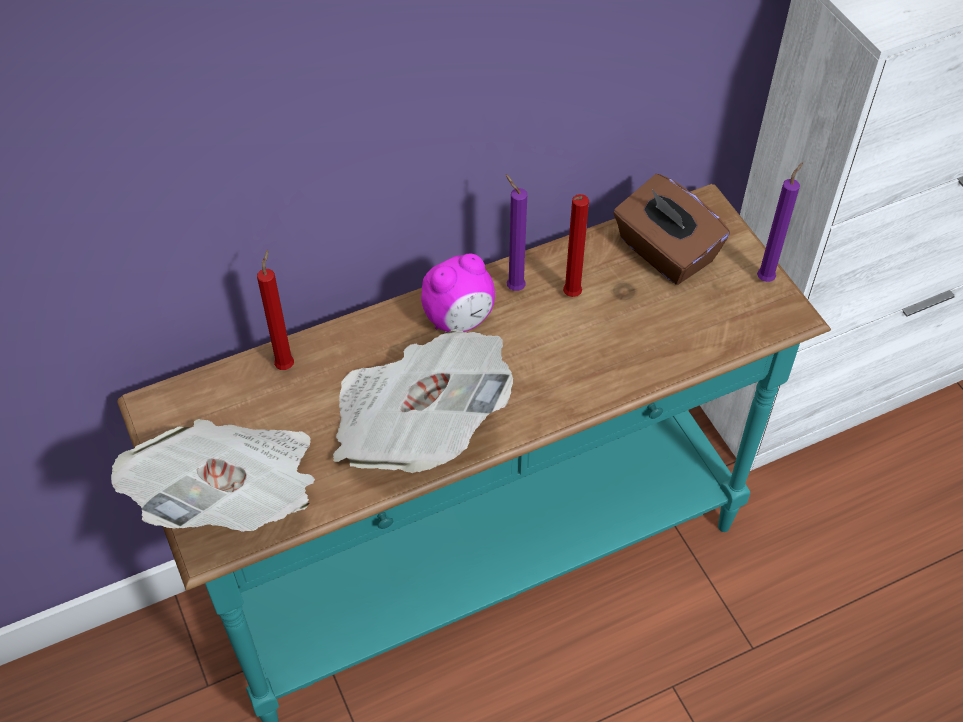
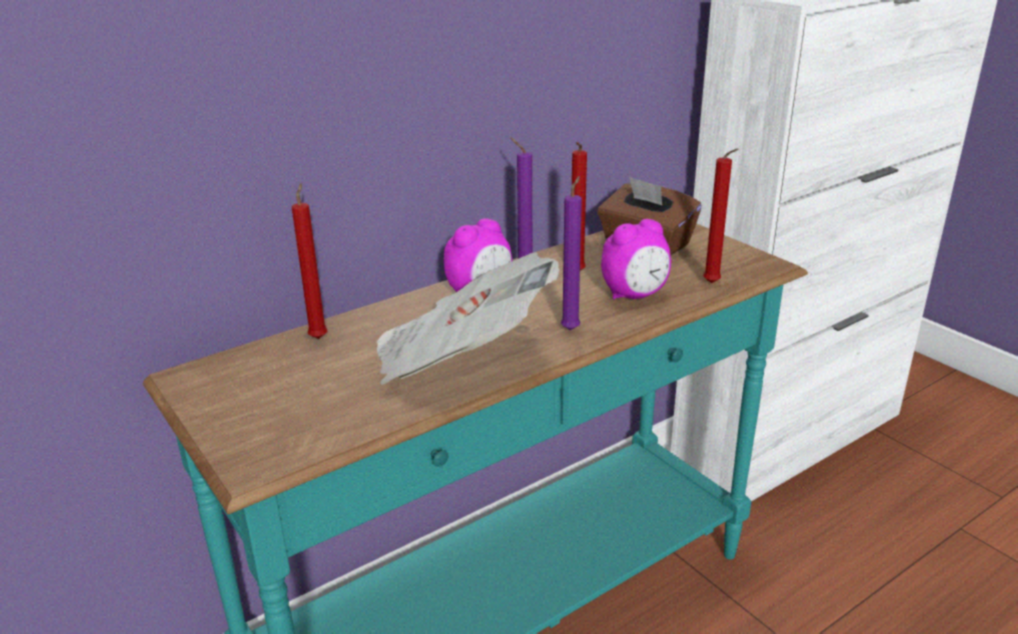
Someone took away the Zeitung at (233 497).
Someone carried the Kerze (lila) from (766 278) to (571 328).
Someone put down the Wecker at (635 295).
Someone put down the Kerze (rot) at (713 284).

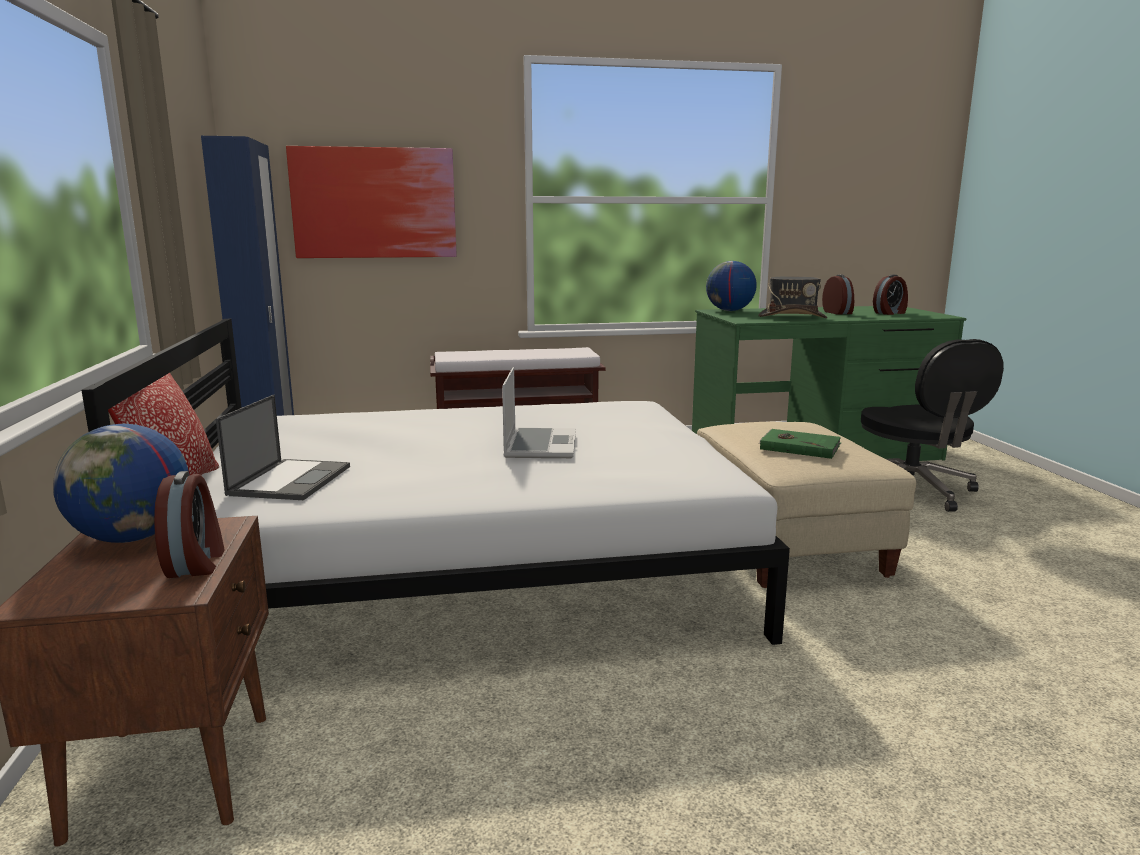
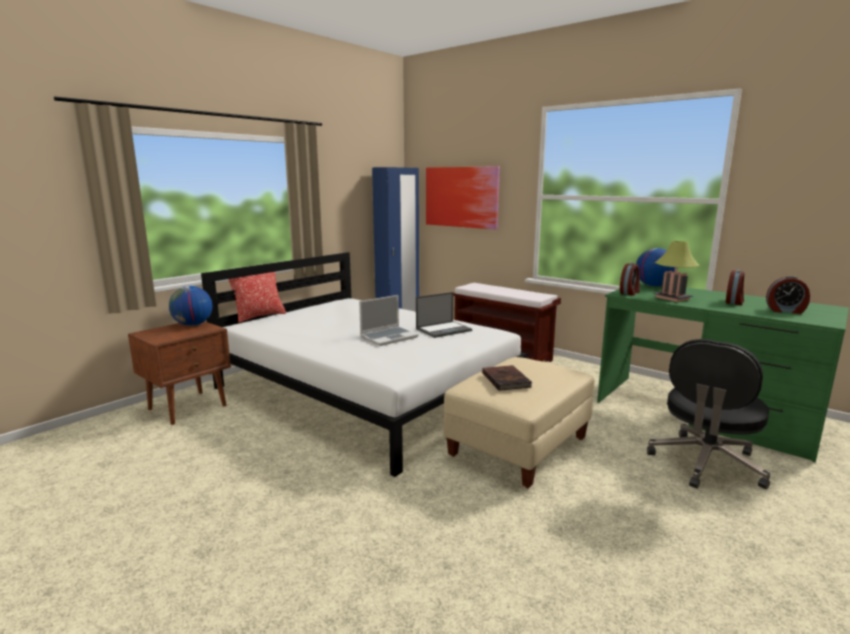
Someone carried the Wecker from (196 563) to (630 293).
Someone carried the Laptop from (290 480) to (444 329).
Someone swapped the Hut (grau) at (792 317) for the Tischlampe at (672 298).
Someone repainted the Buch (grün) at (799 447), which became the Buch (braun) at (506 380).

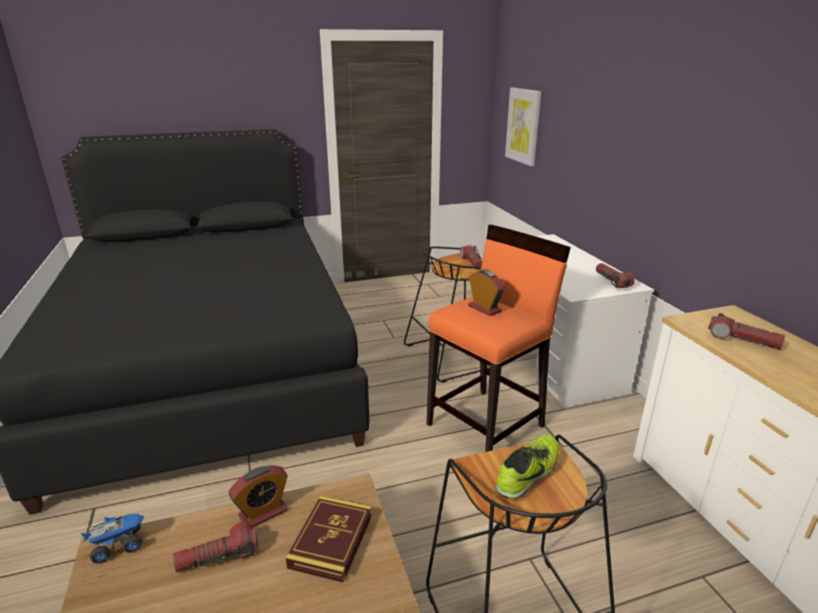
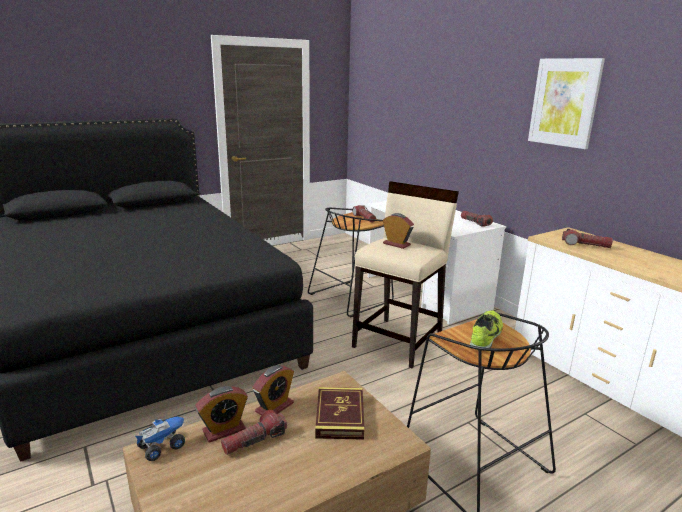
Someone repainted the Hocker (orange) at (487 425), which became the Hocker (beige) at (398 342).
Someone carried the Bild from (523 126) to (564 102).
Someone put down the Wecker at (224 430).

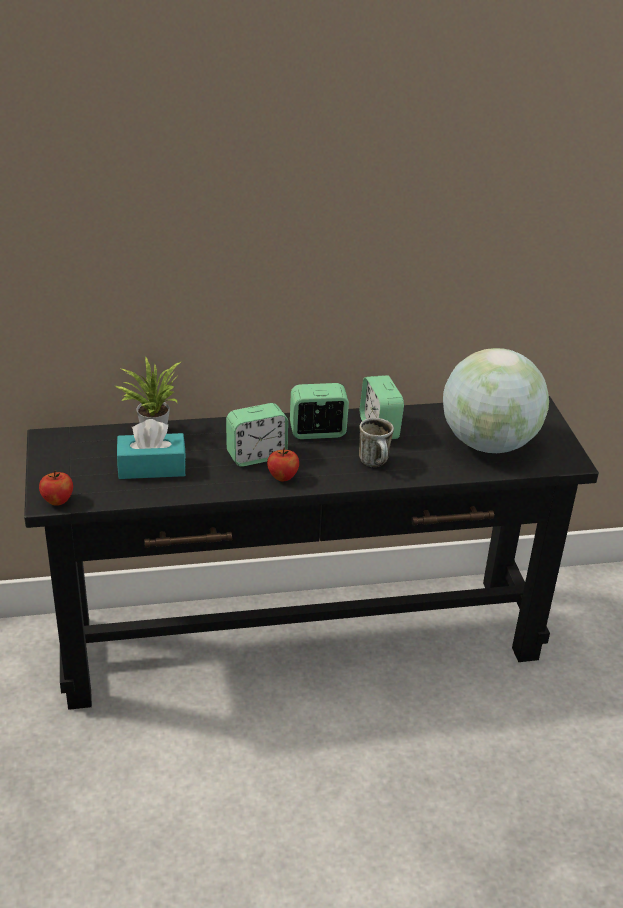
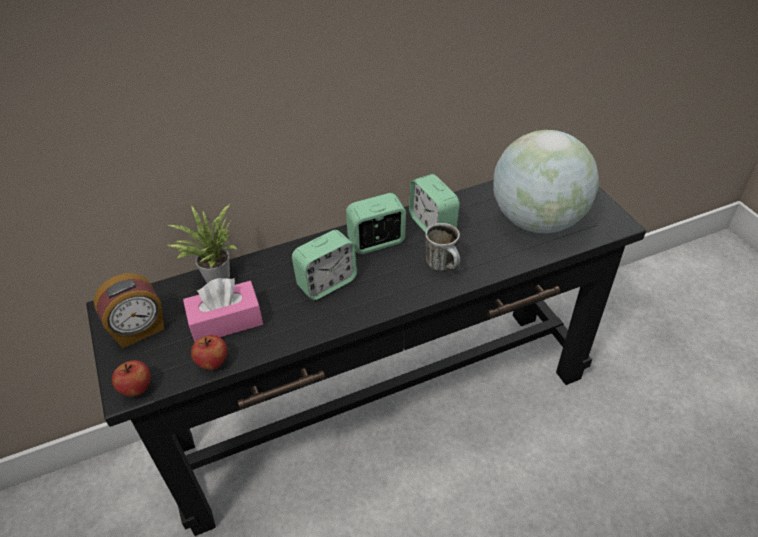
Someone repainted the Taschentuchbox (türkis) at (151 467), which became the Taschentuchbox (rosa) at (226 321).
Someone carried the Apfel from (282 477) to (213 362).
Someone put down the Wecker at (139 330).

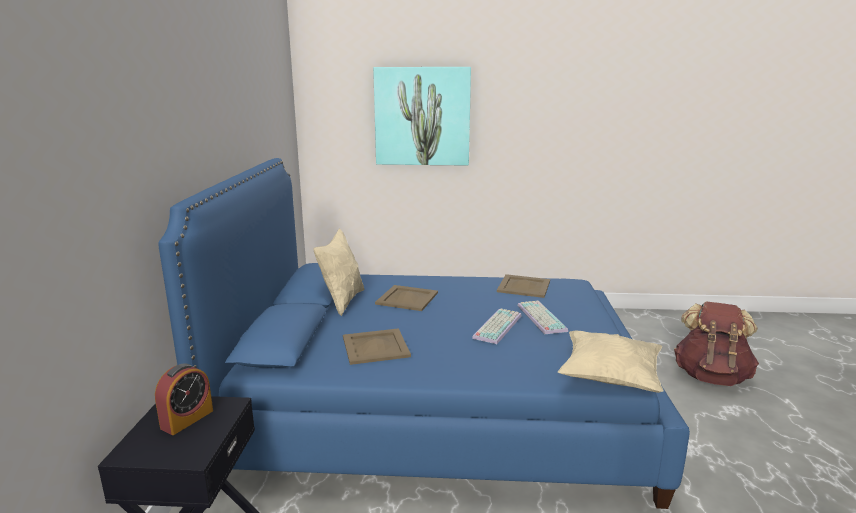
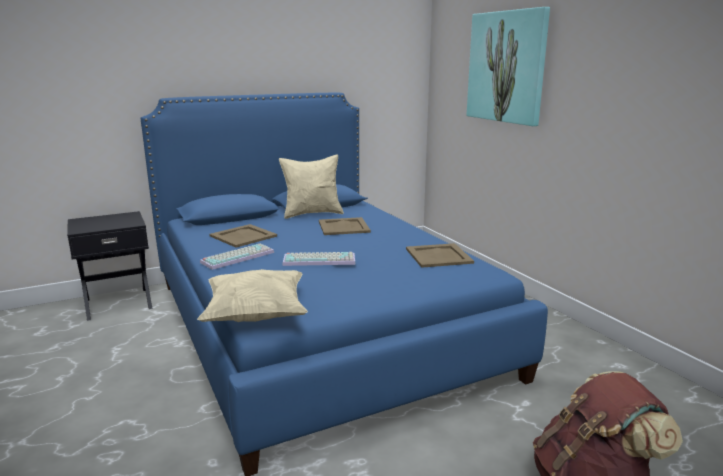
Someone took away the Wecker at (187 419).
Someone carried the Tastatur from (539 317) to (238 257).

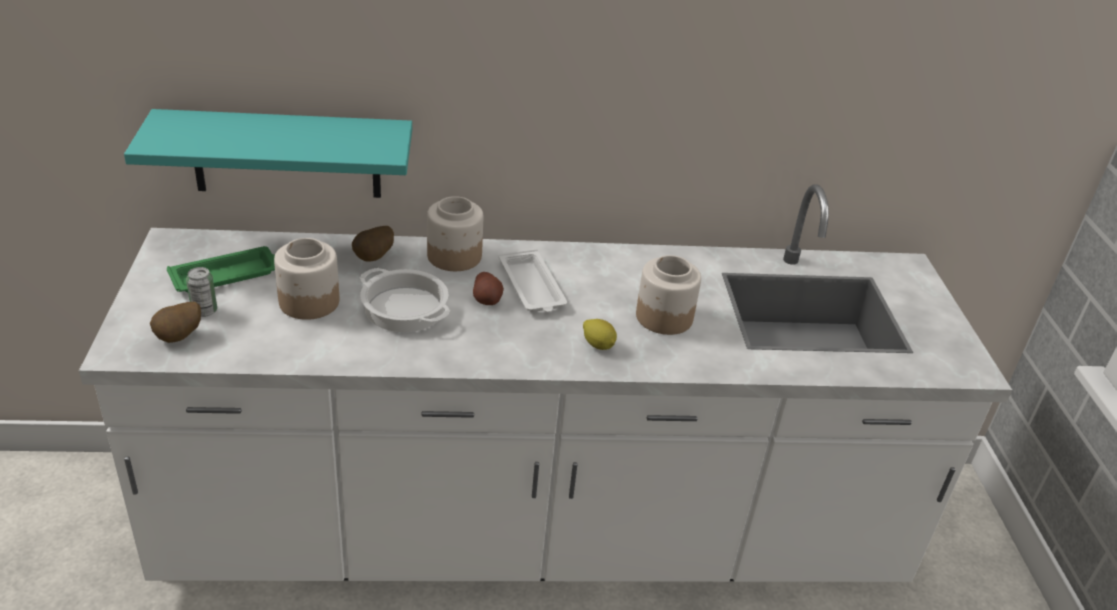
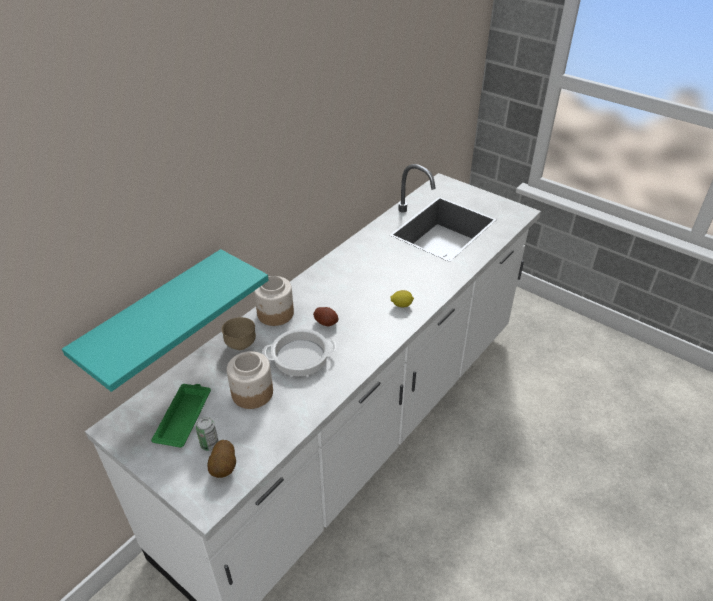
Someone swapped the Kartoffel at (374 258) for the Schüssel (braun) at (241 345).
Someone took away the Tablett (weiß) at (532 287).
Someone took away the Vorratsglas at (663 317).

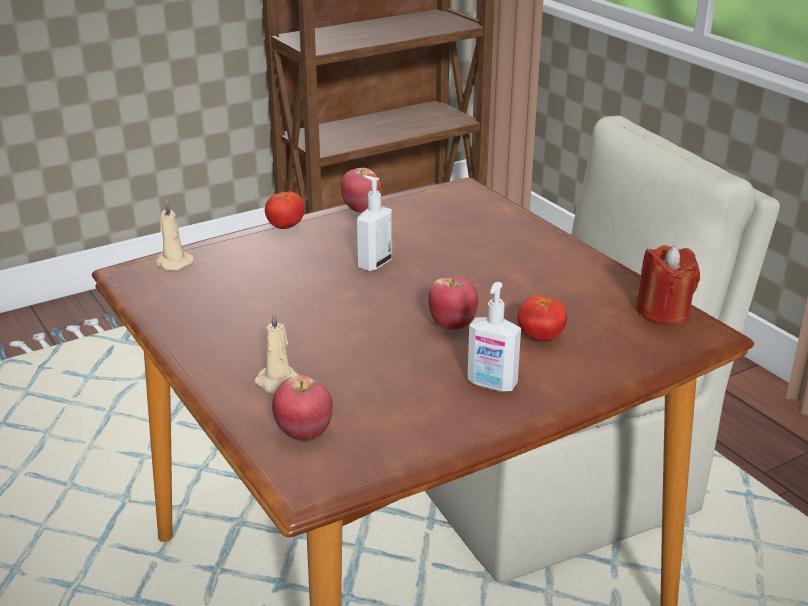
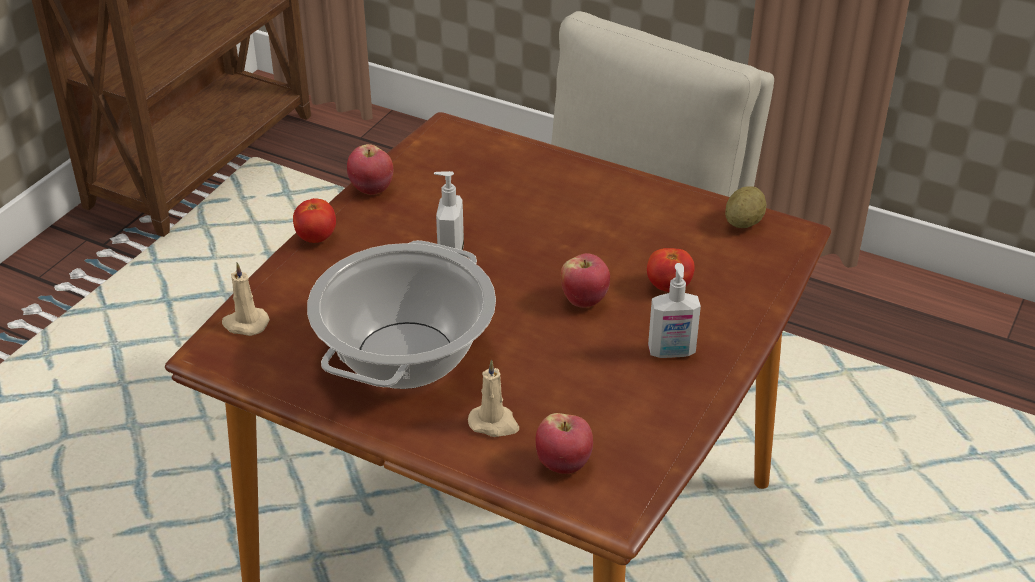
Someone swapped the Kerze (rot) at (663 312) for the Kartoffel at (743 222).
Someone put down the Kochtopf at (405 356).

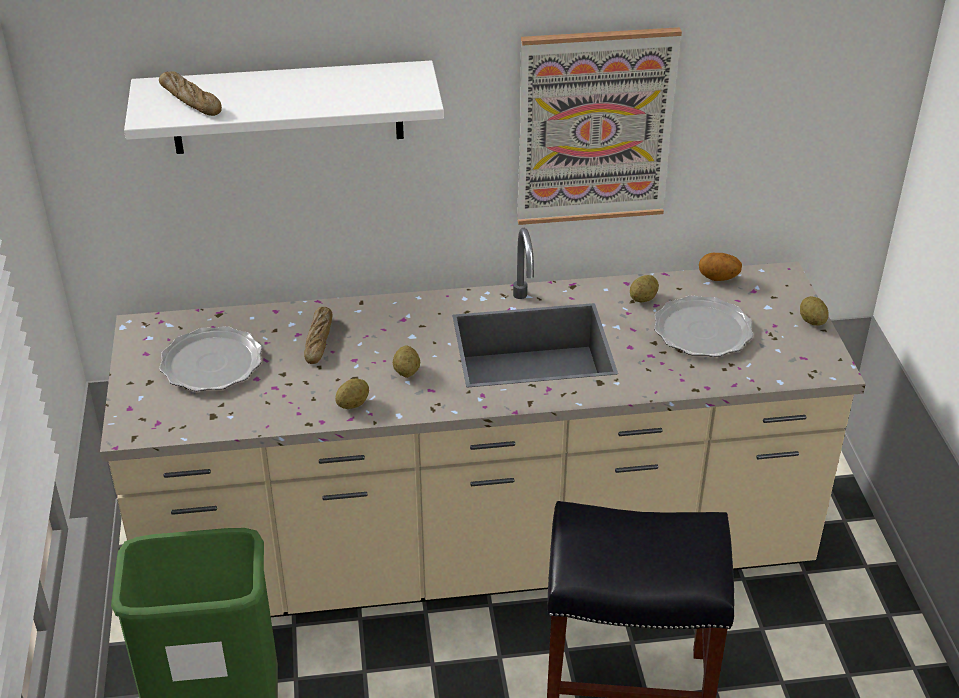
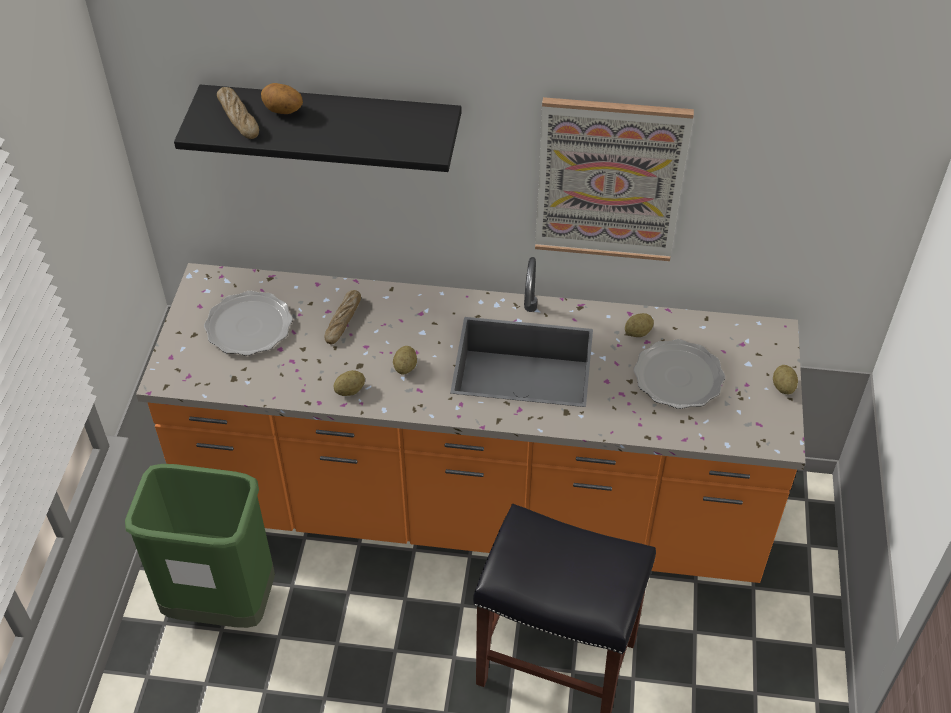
Someone repainted the Küchenzeile (beige) at (479 555), which became the Küchenzeile (orange) at (475 507).
Someone repainted the Wandregal (weiß) at (287 107), which became the Wandregal (schwarz) at (332 125).
Someone carried the Kartoffel from (718 279) to (283 111).

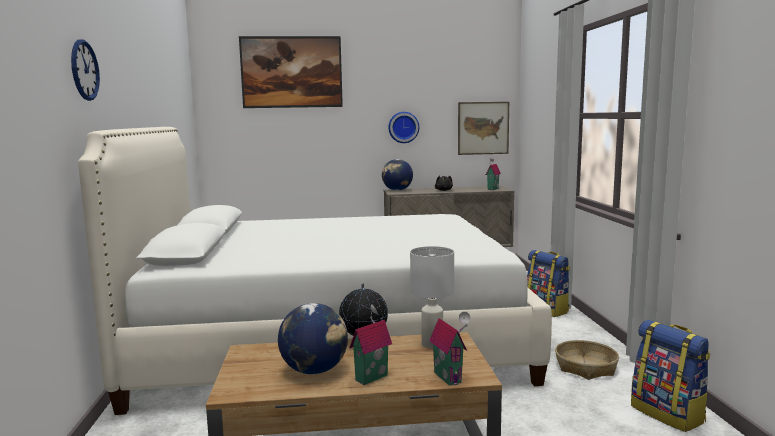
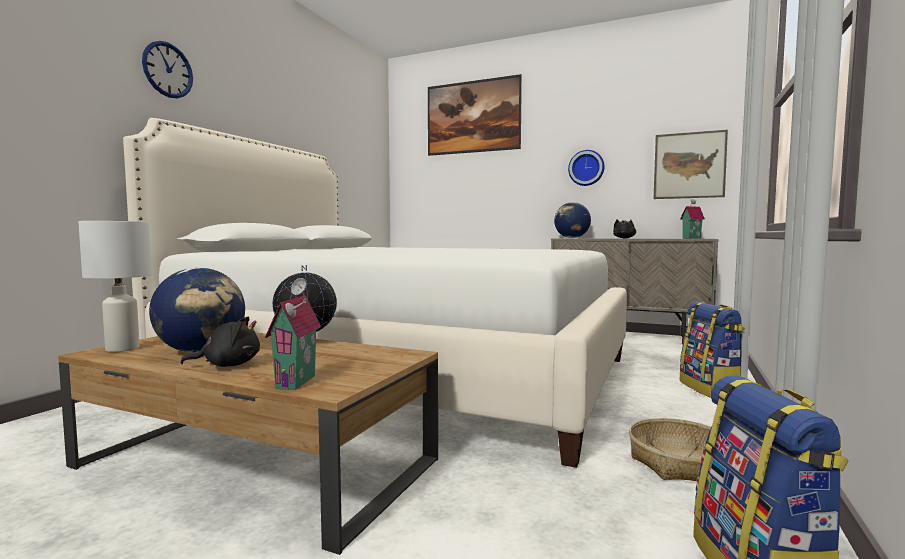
Someone swapped the Spielzeughaus at (370 377) for the Plüschtier (schwarz) at (228 365).
Someone carried the Tischlampe (weiß) from (431 344) to (123 348).

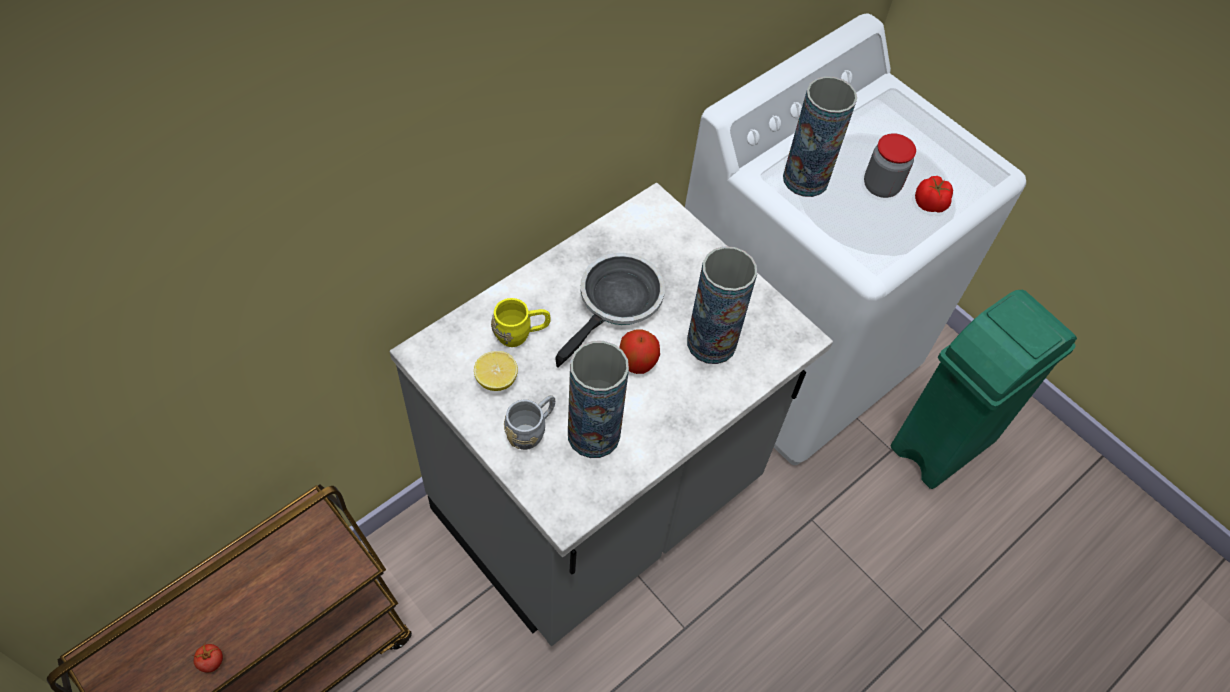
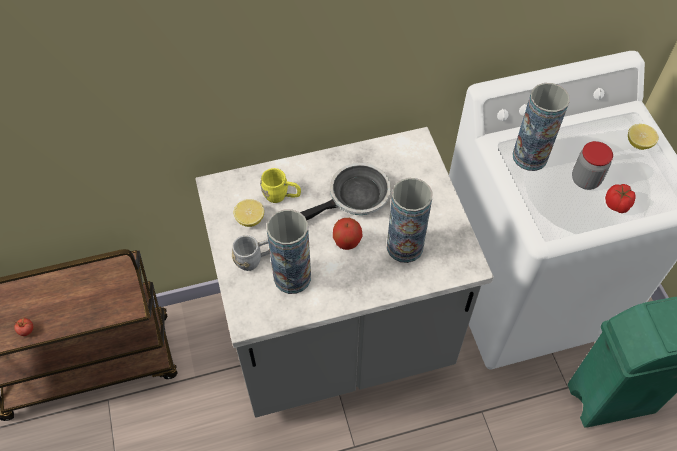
Someone put down the Zitrone at (638 143).

